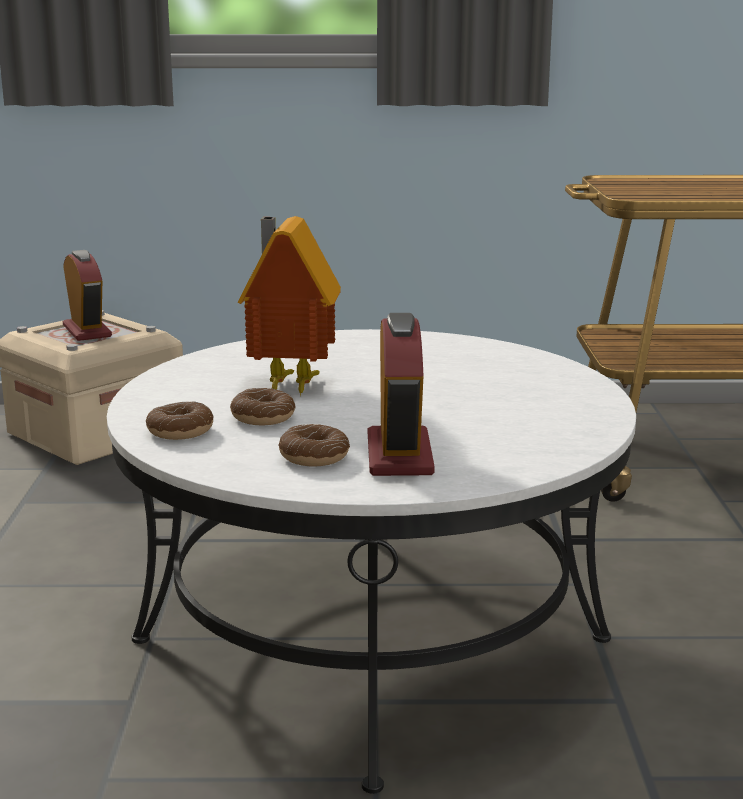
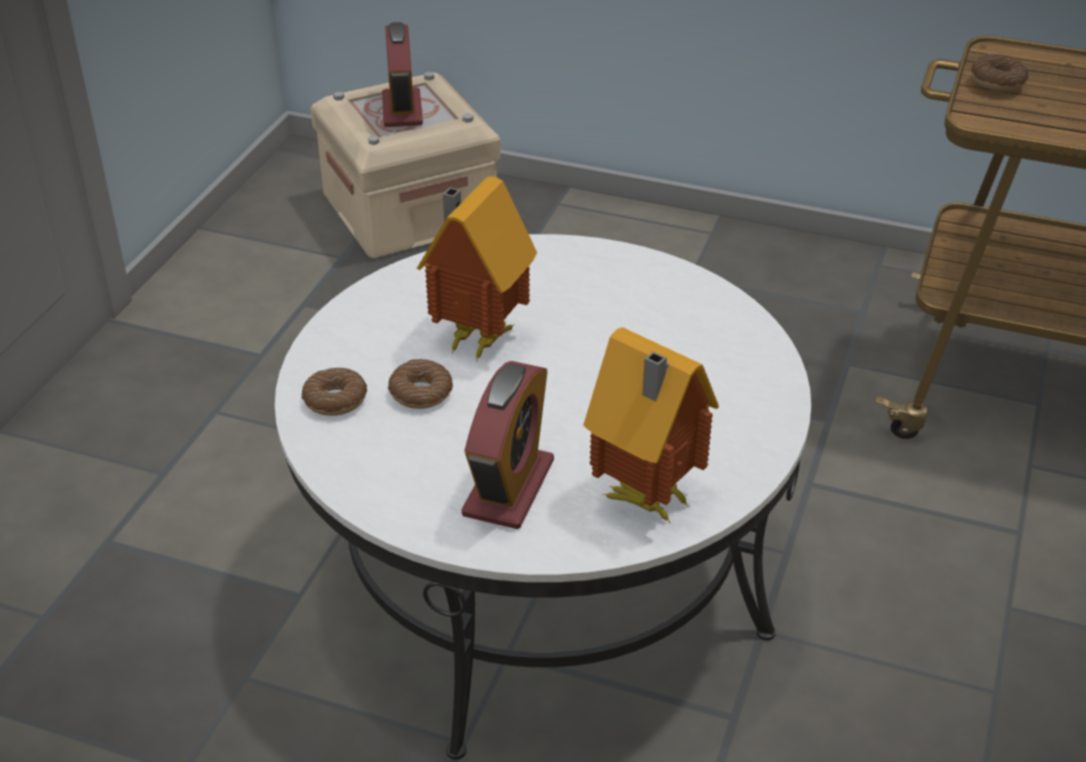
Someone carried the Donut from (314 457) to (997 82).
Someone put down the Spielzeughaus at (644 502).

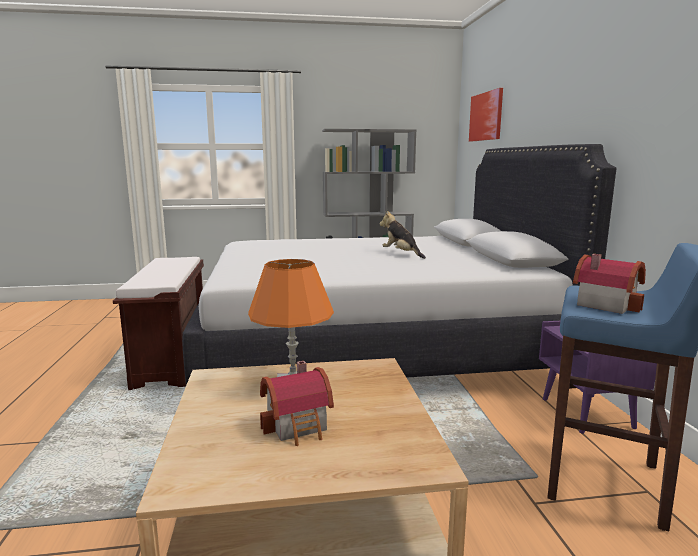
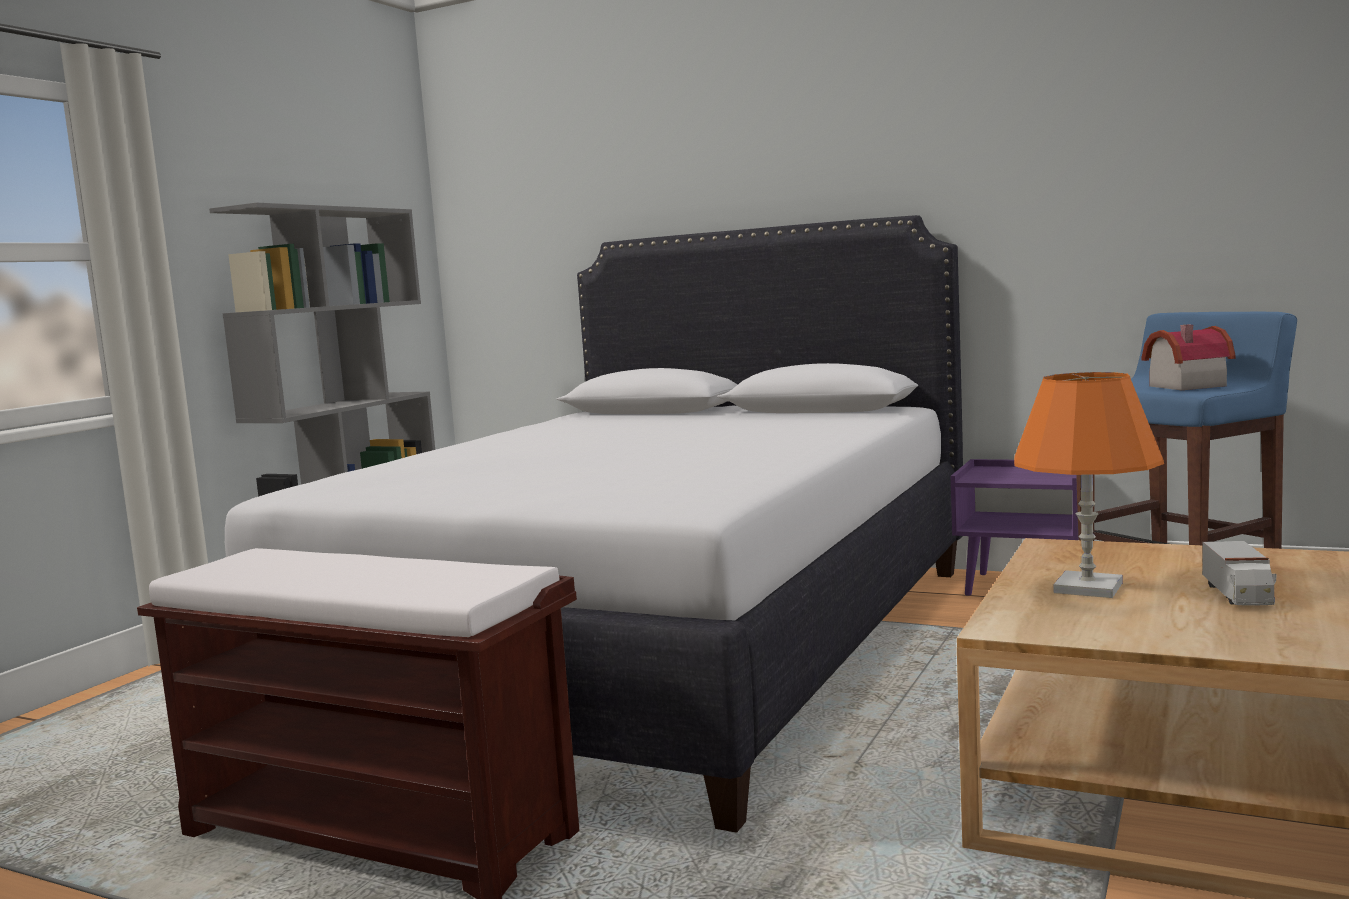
Someone swapped the Spielzeughaus at (299 425) for the Spielzeuglaster at (1238 595).
Someone took away the Plüschtier at (401 254).
Someone took away the Bild at (486 116).

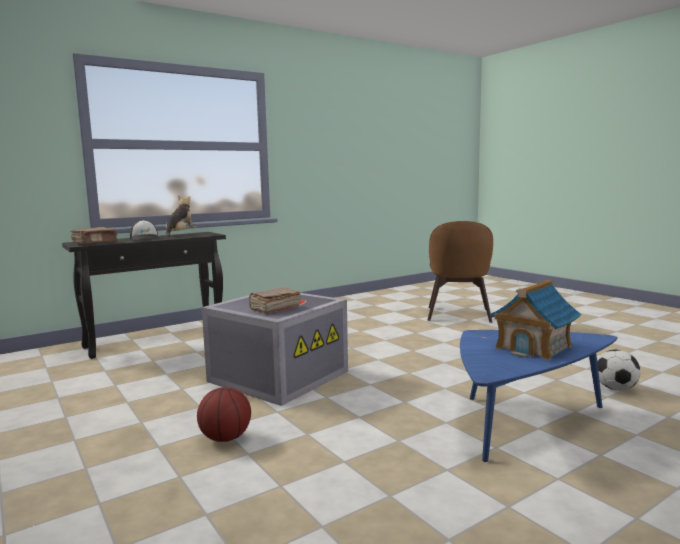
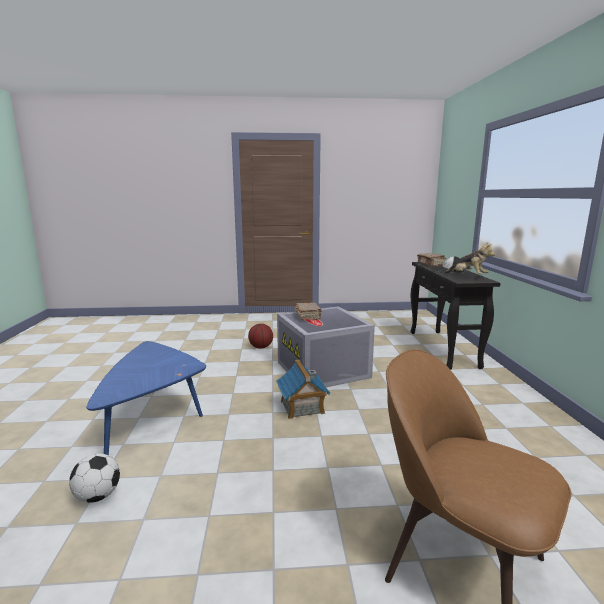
Someone carried the Spielzeughaus from (534 347) to (302 407).

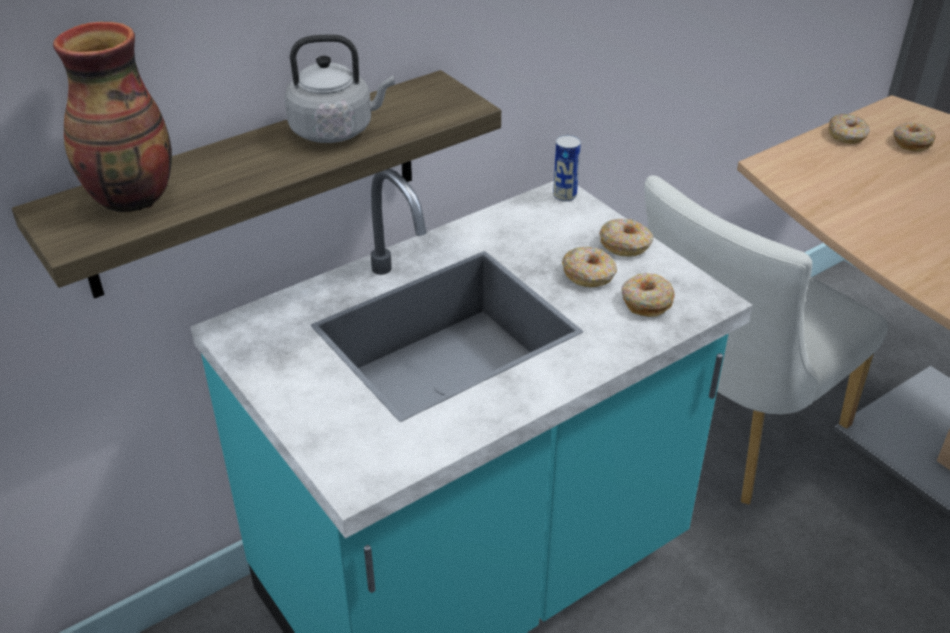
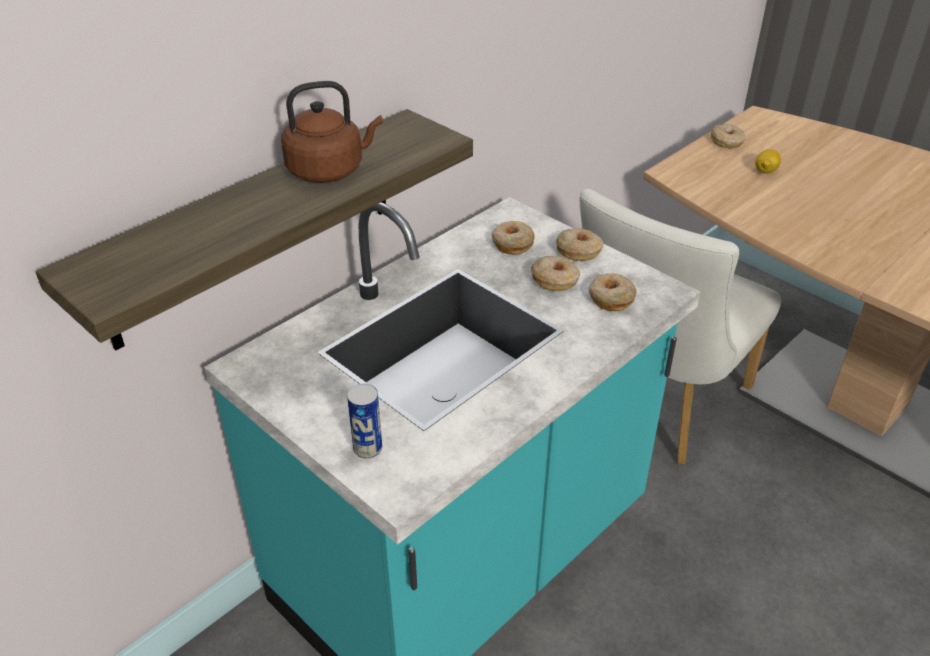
Someone took away the Vase at (133 197).
Someone repainted the Wasserkessel (grau) at (336 130), which became the Wasserkessel (braun) at (329 170).
Someone carried the Dose from (564 195) to (367 448).
Someone carried the Donut from (911 142) to (512 243).
Someone put down the Zitrone at (765 171).

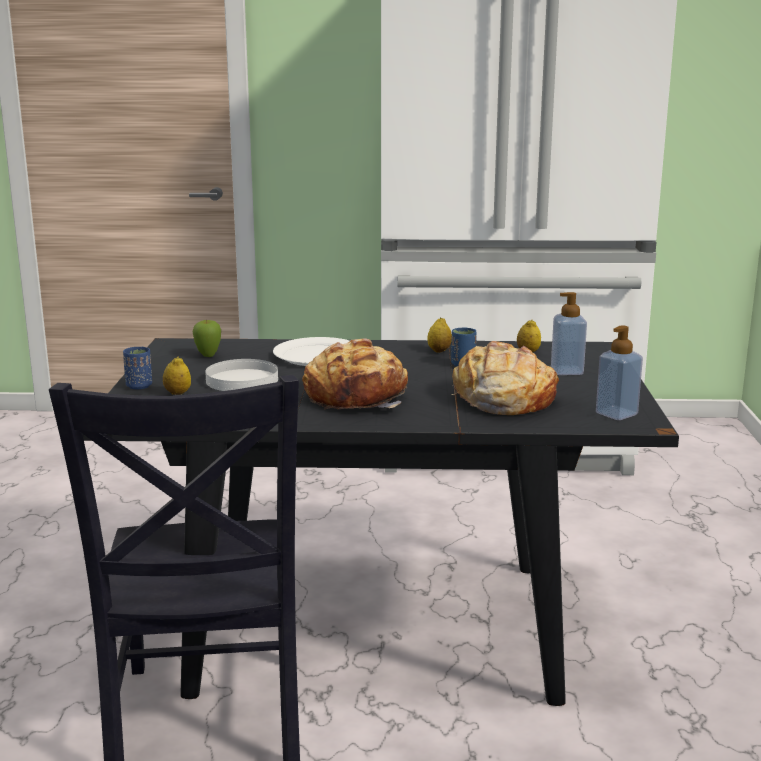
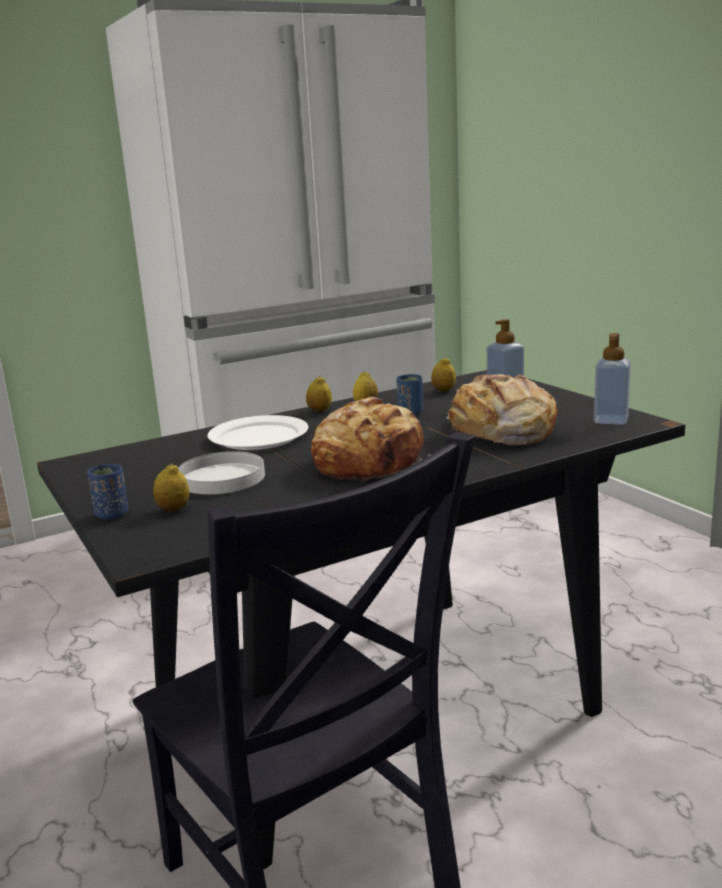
Someone took away the Apfel at (208 356).
Someone put down the Zitrone at (319 411).

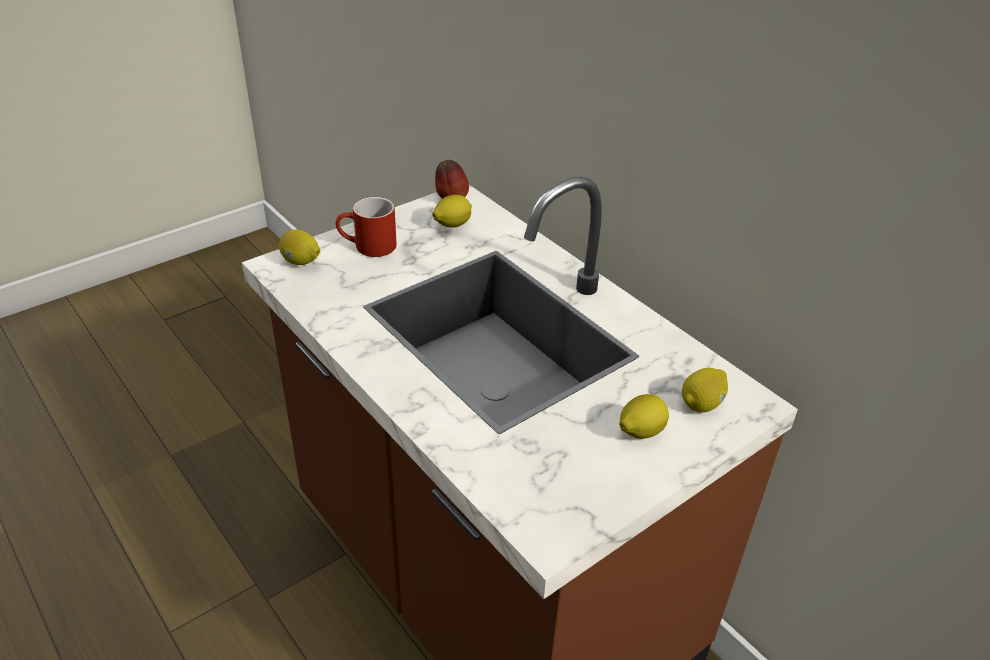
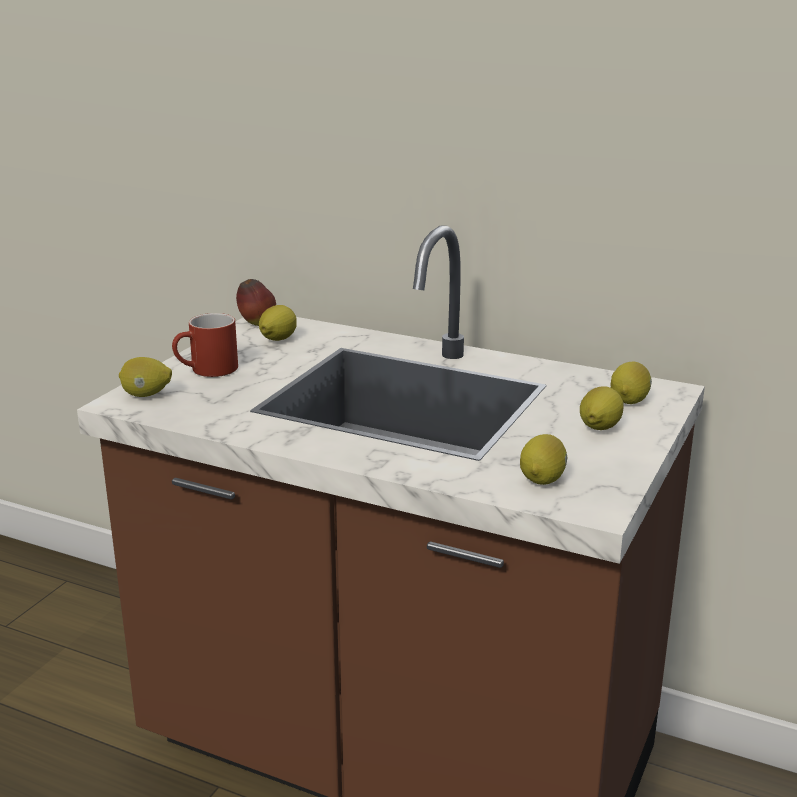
Someone put down the Zitrone at (543 479).

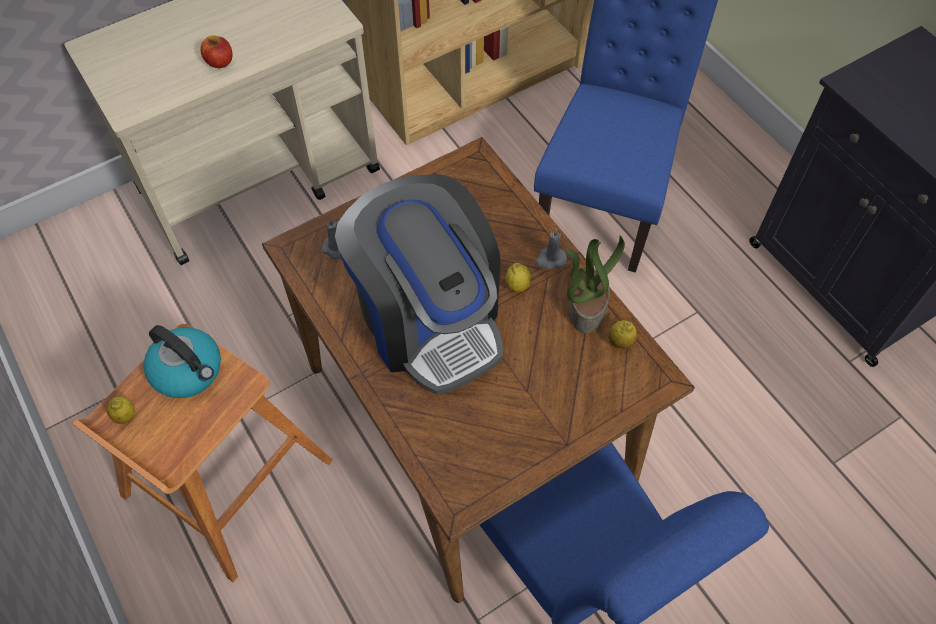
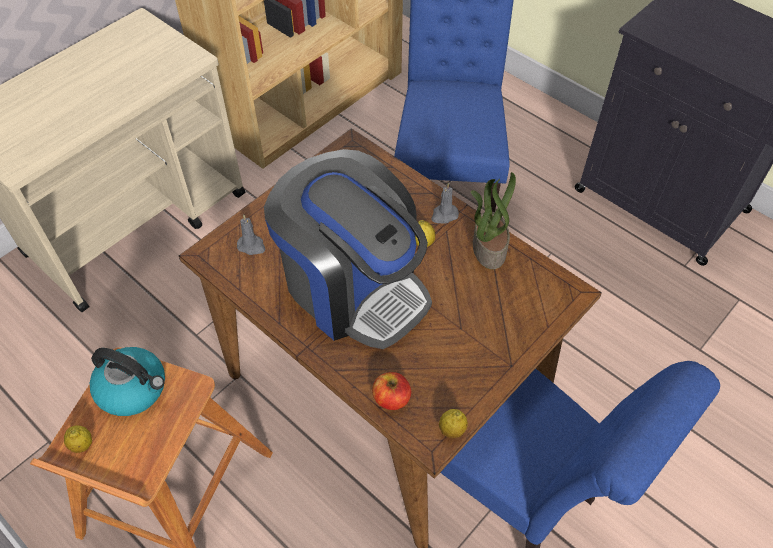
Someone carried the Apfel from (220 62) to (391 398).
Someone carried the Zitrone from (620 342) to (452 430).

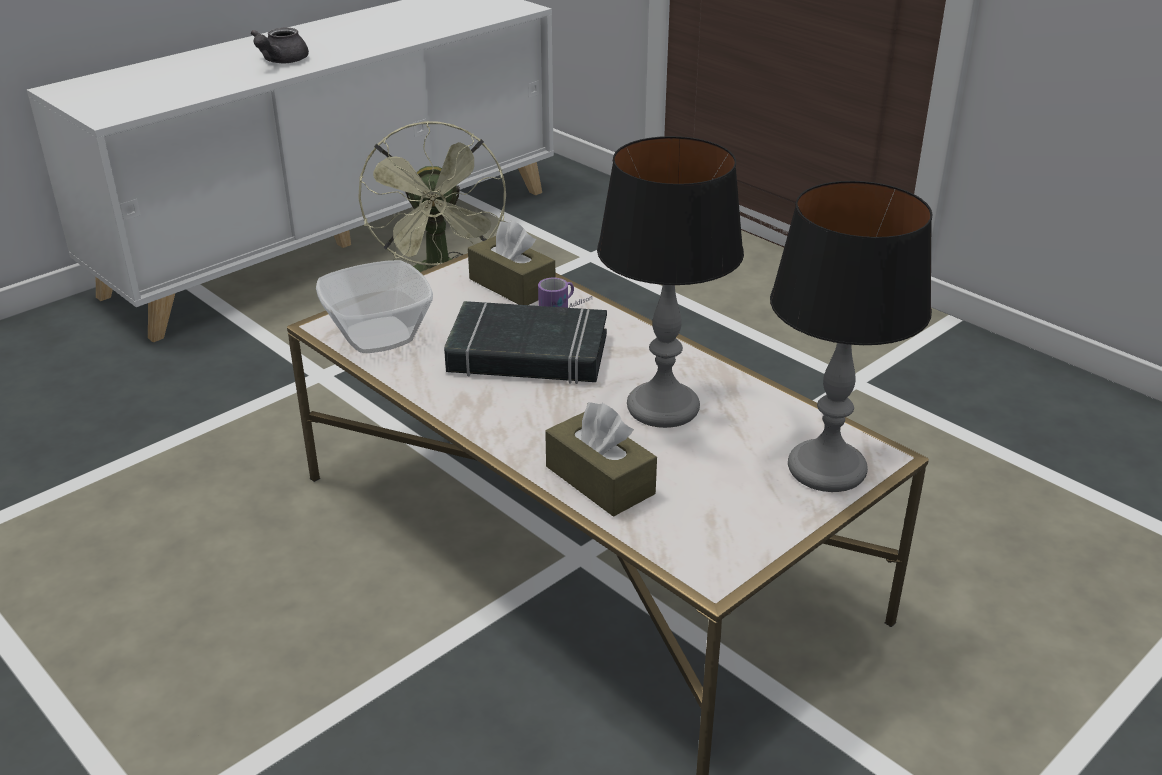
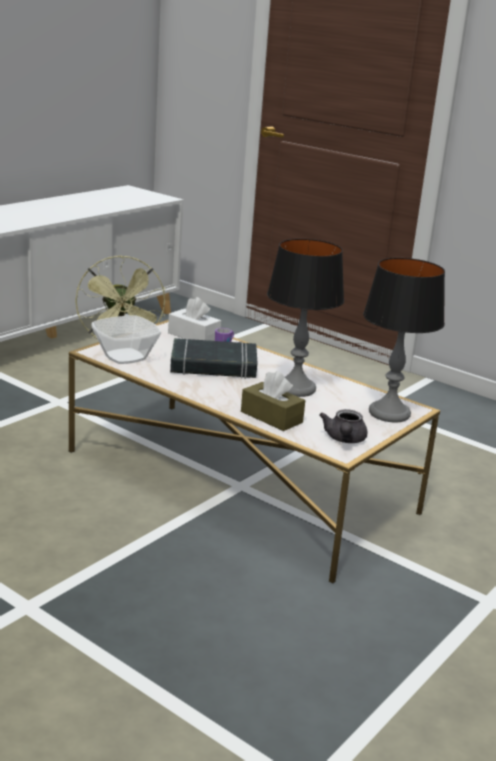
Someone carried the Teekanne (grau) from (280 61) to (344 439).
Someone repainted the Taschentuchbox (braun) at (512 285), which became the Taschentuchbox (weiß) at (193 336).

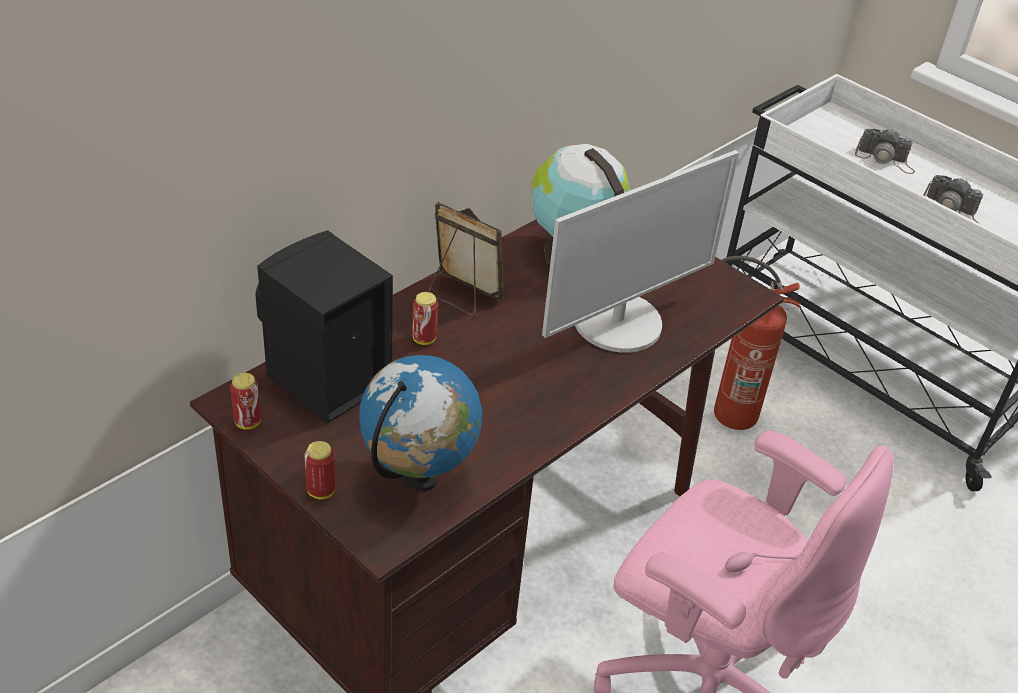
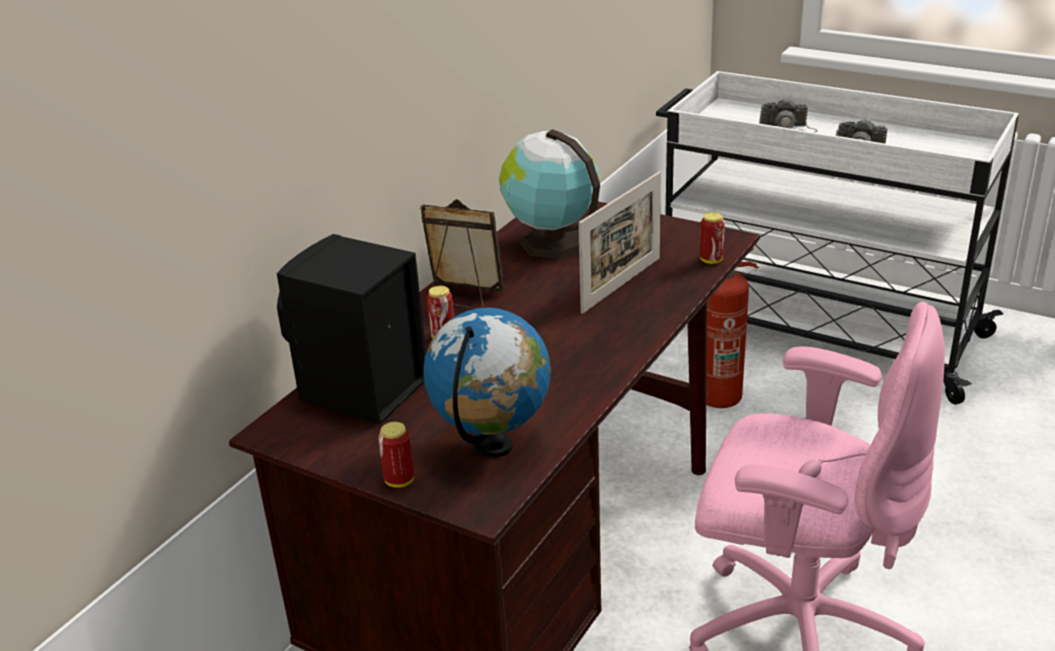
Someone carried the Dose from (247 422) to (711 260).
Someone swapped the Monitor at (618 323) for the Bilderrahmen at (621 285).

